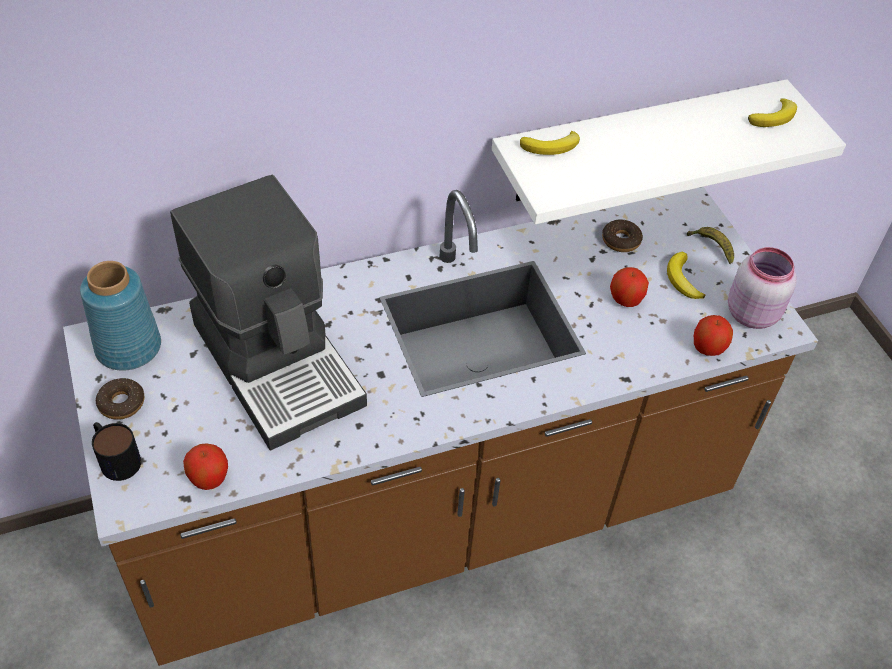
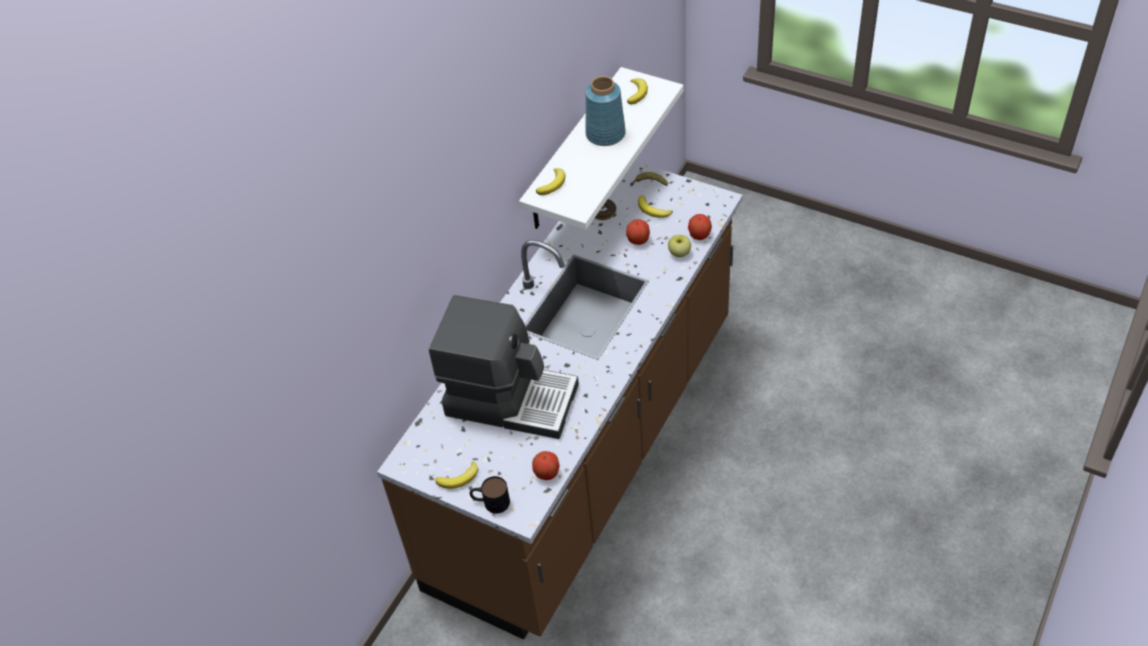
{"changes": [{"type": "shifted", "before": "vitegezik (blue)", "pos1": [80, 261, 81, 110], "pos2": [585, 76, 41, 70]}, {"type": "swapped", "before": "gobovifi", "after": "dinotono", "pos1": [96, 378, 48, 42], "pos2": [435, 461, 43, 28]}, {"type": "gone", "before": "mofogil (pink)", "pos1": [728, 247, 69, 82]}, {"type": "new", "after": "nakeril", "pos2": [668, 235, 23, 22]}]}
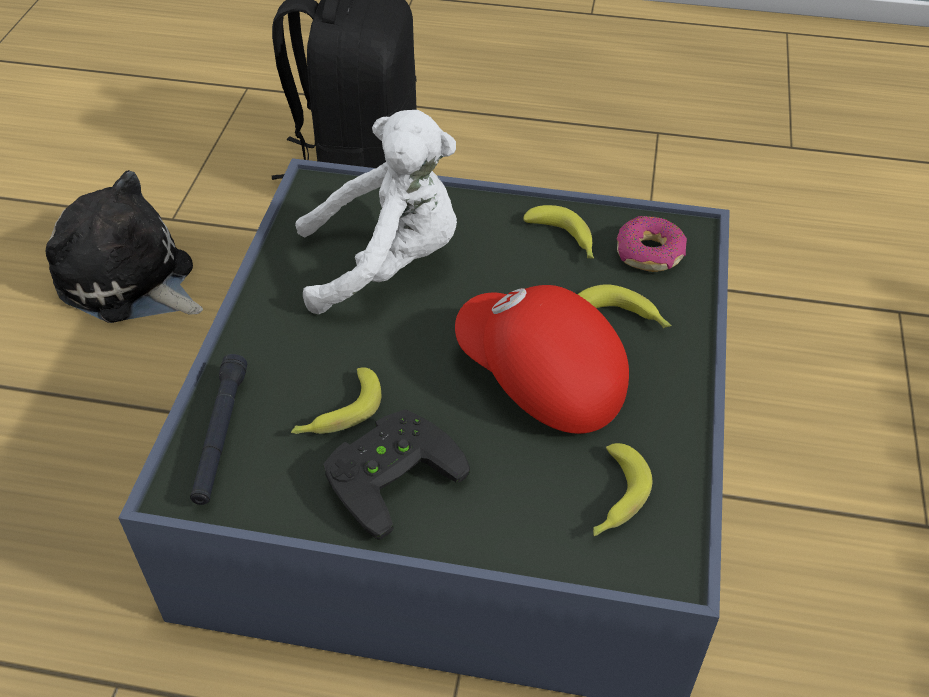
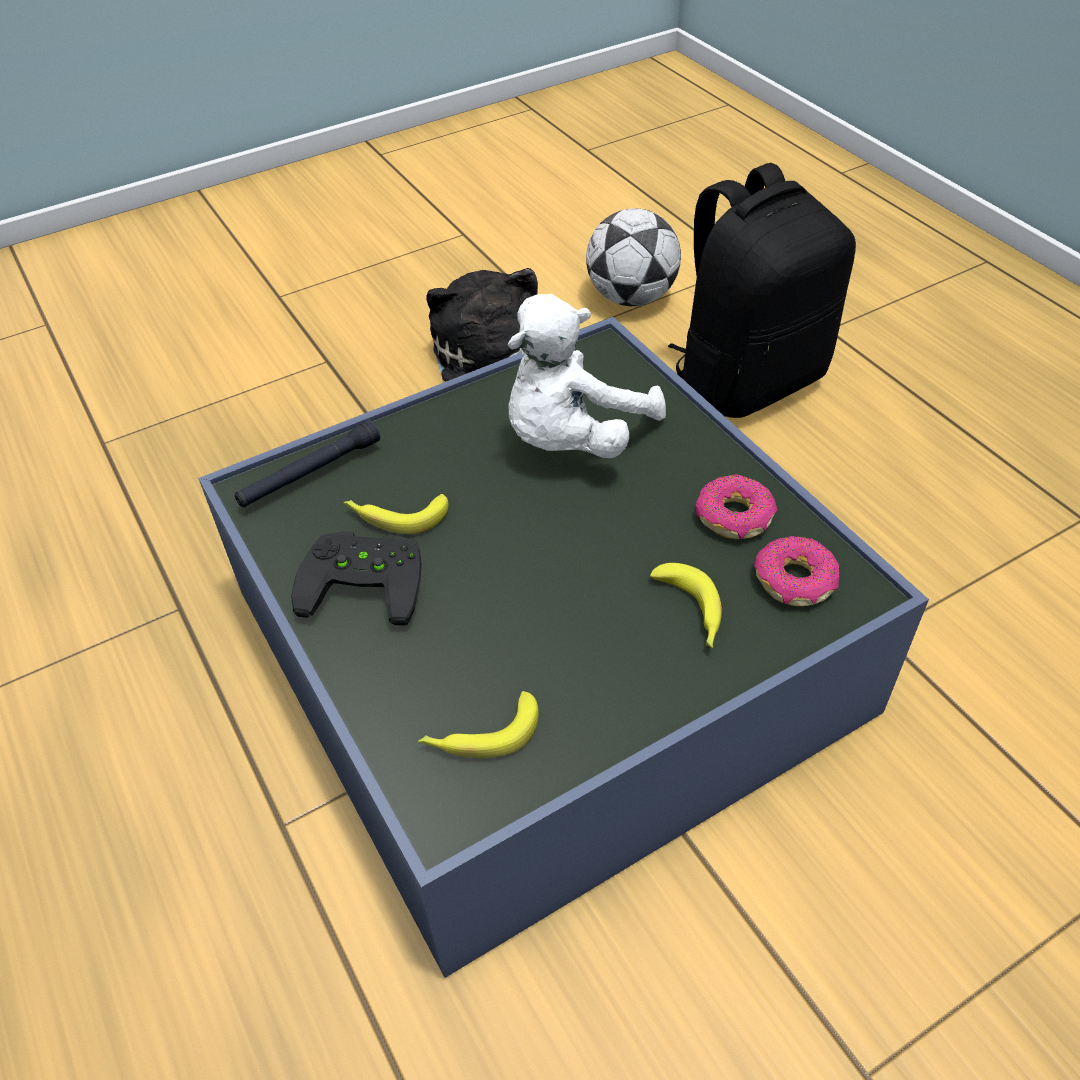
{"changes": [{"type": "rotated", "before": "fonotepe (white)", "pos1": [295, 110, 162, 204], "pos2": [507, 294, 159, 164], "turn": 90}, {"type": "gone", "before": "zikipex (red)", "pos1": [455, 285, 174, 149]}, {"type": "swapped", "before": "dinotono", "after": "gobovifi", "pos1": [523, 205, 71, 54], "pos2": [696, 474, 81, 65]}, {"type": "new", "after": "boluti", "pos2": [586, 208, 95, 98]}]}
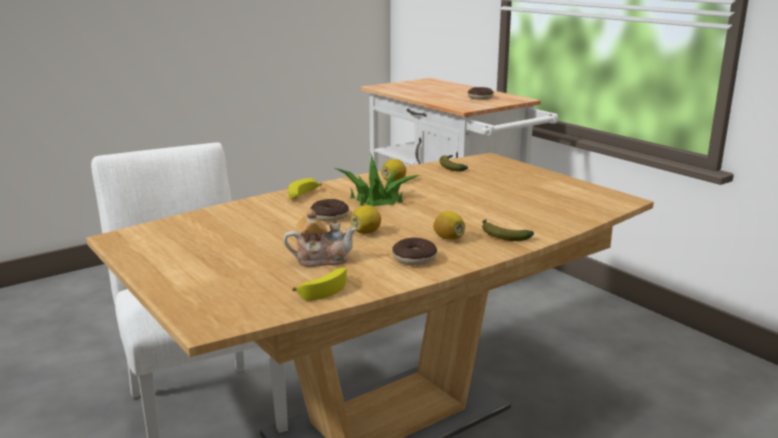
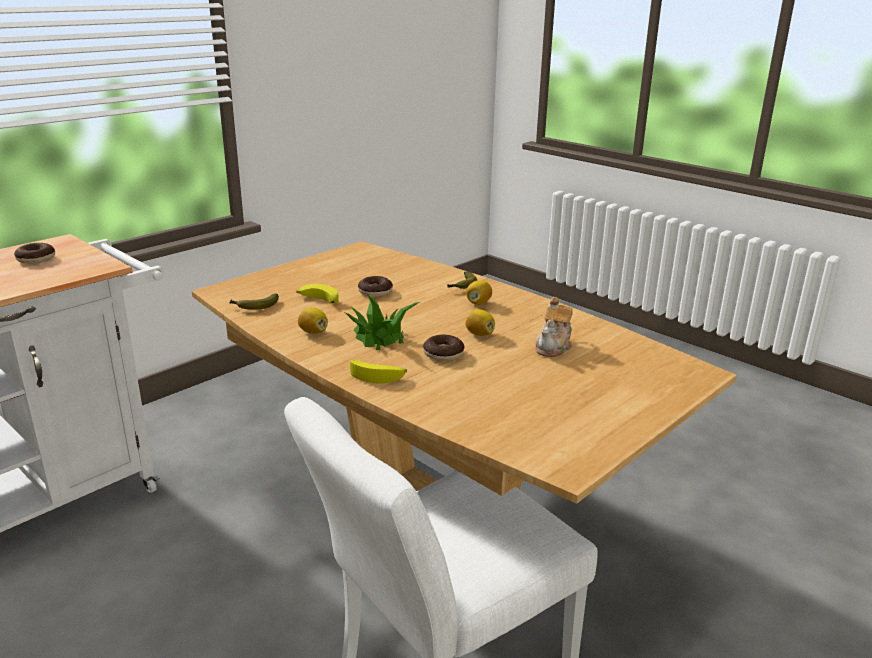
{"changes": [{"type": "rotated", "before": "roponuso", "pos1": [283, 209, 74, 58], "pos2": [535, 297, 38, 60], "turn": -135}, {"type": "shifted", "before": "dinotono", "pos1": [293, 268, 54, 33], "pos2": [296, 284, 43, 20]}, {"type": "shifted", "before": "gobovifi", "pos1": [392, 238, 45, 27], "pos2": [358, 276, 35, 21]}]}
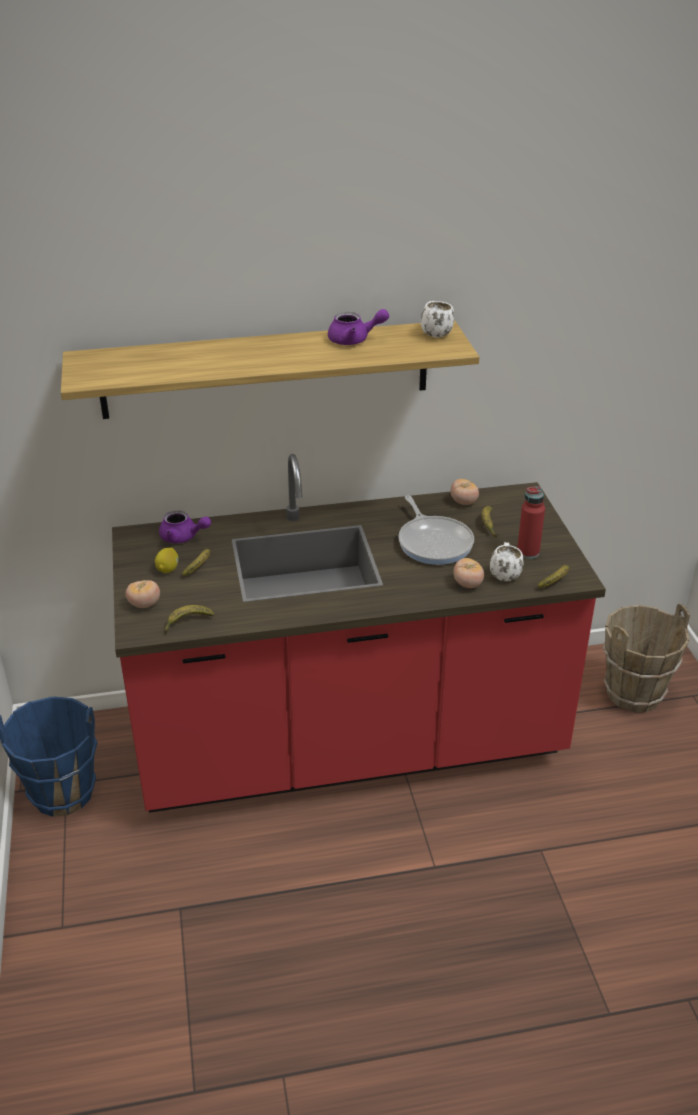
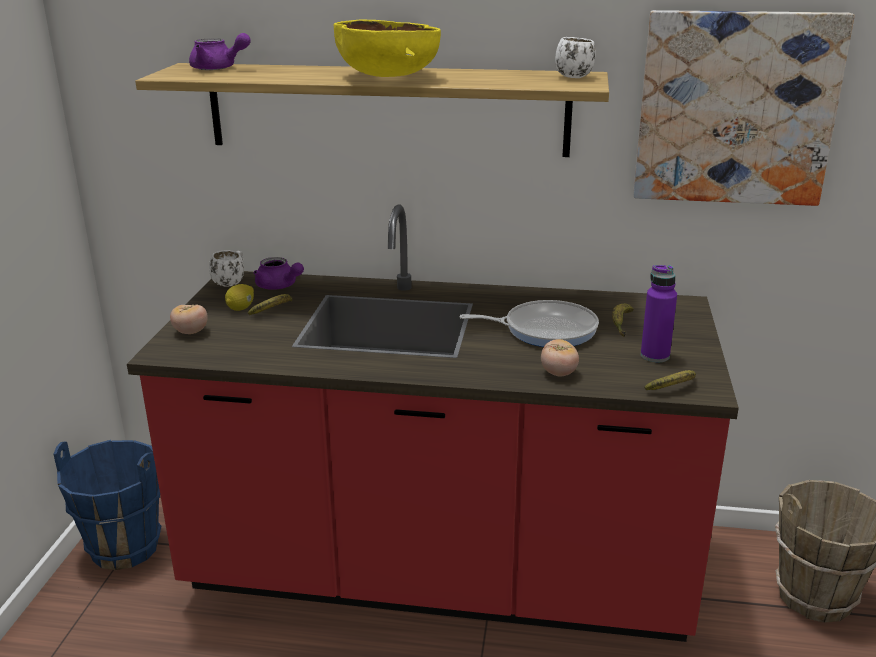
{"changes": [{"type": "gone", "before": "dinotono", "pos1": [164, 605, 50, 29]}, {"type": "shifted", "before": "roponuso (purple)", "pos1": [328, 309, 61, 36], "pos2": [189, 33, 62, 37]}, {"type": "rotated", "before": "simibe", "pos1": [398, 495, 76, 70], "pos2": [459, 300, 140, 47], "turn": -90}, {"type": "gone", "before": "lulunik", "pos1": [451, 479, 28, 26]}, {"type": "shifted", "before": "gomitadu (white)", "pos1": [490, 542, 34, 39], "pos2": [209, 250, 35, 37]}, {"type": "repainted", "before": "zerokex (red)", "after": "zerokex (purple)", "pos1": [517, 486, 28, 73], "pos2": [641, 265, 36, 98]}, {"type": "new", "after": "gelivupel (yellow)", "pos2": [334, 20, 107, 57]}, {"type": "new", "after": "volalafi", "pos2": [633, 10, 222, 196]}]}
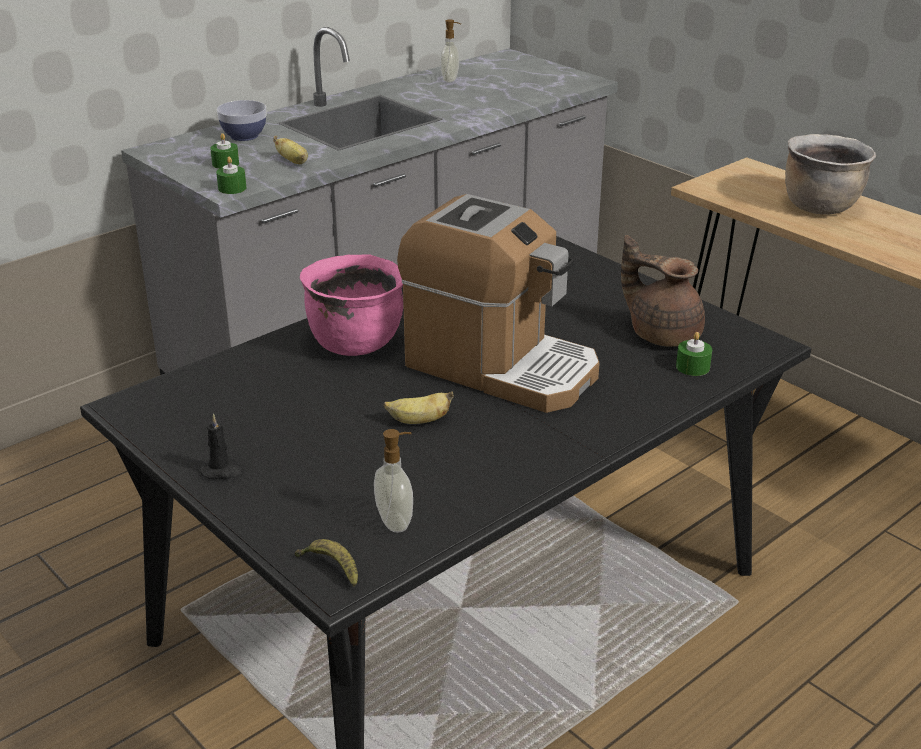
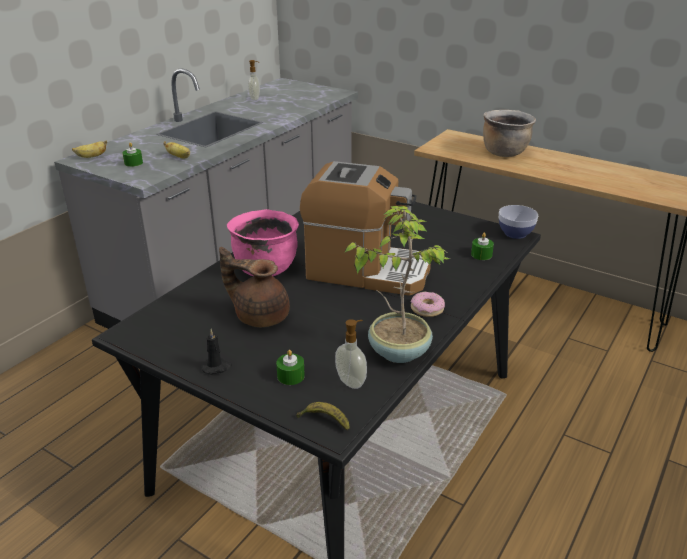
{"changes": [{"type": "shifted", "before": "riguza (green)", "pos1": [216, 157, 30, 37], "pos2": [276, 350, 29, 35]}, {"type": "shifted", "before": "gelivupel", "pos1": [217, 100, 49, 41], "pos2": [499, 205, 39, 34]}, {"type": "shifted", "before": "dinotono", "pos1": [384, 391, 70, 33], "pos2": [72, 140, 35, 18]}, {"type": "shifted", "before": "roponuso (brown)", "pos1": [621, 235, 84, 112], "pos2": [219, 247, 71, 80]}, {"type": "new", "after": "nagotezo", "pos2": [344, 206, 105, 157]}, {"type": "new", "after": "gobovifi", "pos2": [411, 292, 34, 25]}]}
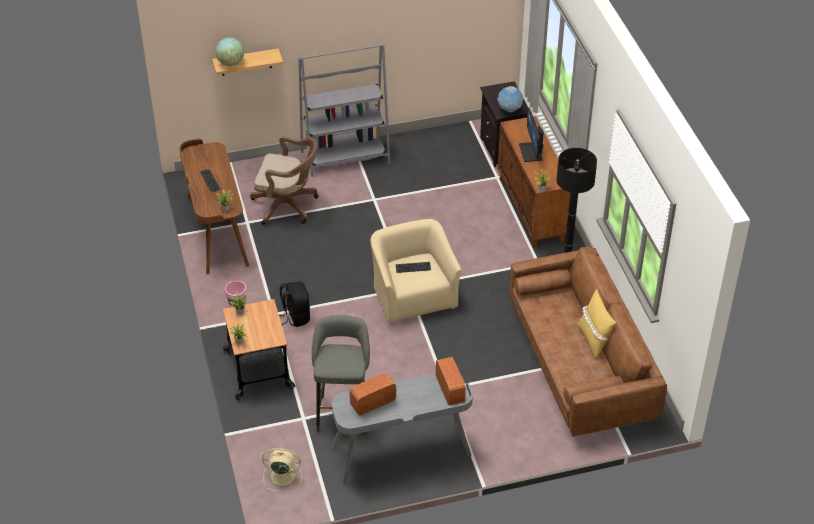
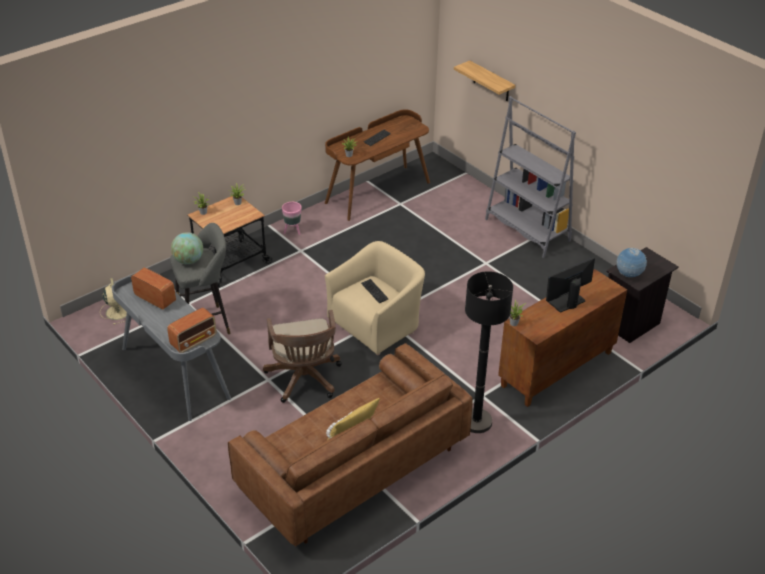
{"changes": [{"type": "shifted", "before": "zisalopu", "pos1": [216, 38, 28, 28], "pos2": [171, 232, 32, 32]}, {"type": "shifted", "before": "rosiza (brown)", "pos1": [250, 136, 68, 89], "pos2": [263, 310, 79, 93]}, {"type": "gone", "before": "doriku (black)", "pos1": [279, 282, 31, 45]}]}
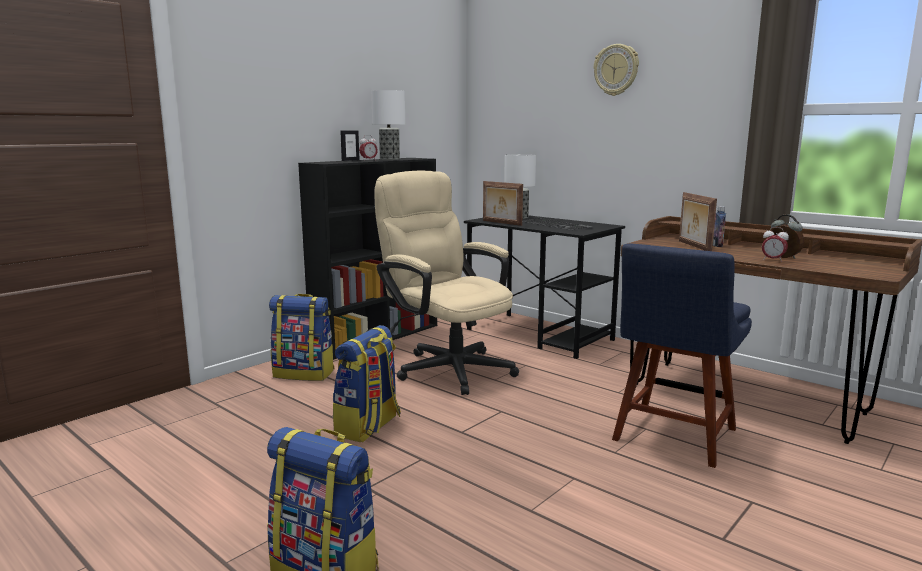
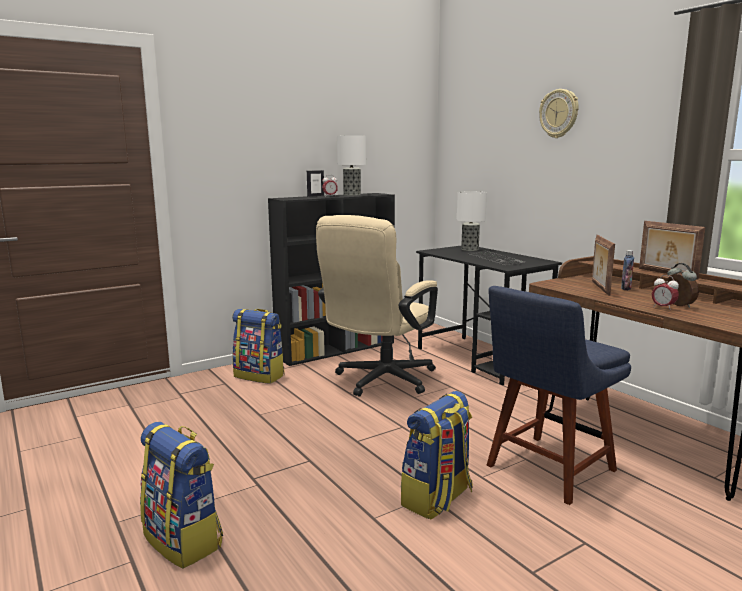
{"changes": [{"type": "shifted", "before": "doriku", "pos1": [333, 325, 68, 117], "pos2": [401, 391, 72, 129]}, {"type": "rotated", "before": "rosiza (beige)", "pos1": [374, 171, 145, 224], "pos2": [316, 215, 122, 182], "turn": -120}, {"type": "shifted", "before": "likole", "pos1": [483, 181, 40, 45], "pos2": [639, 221, 67, 58]}]}
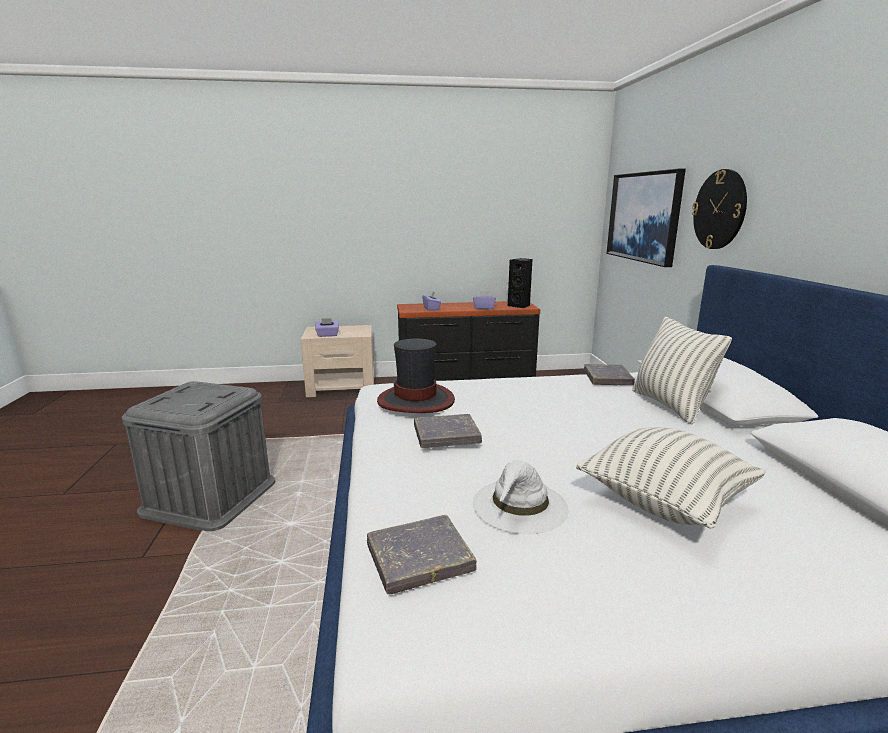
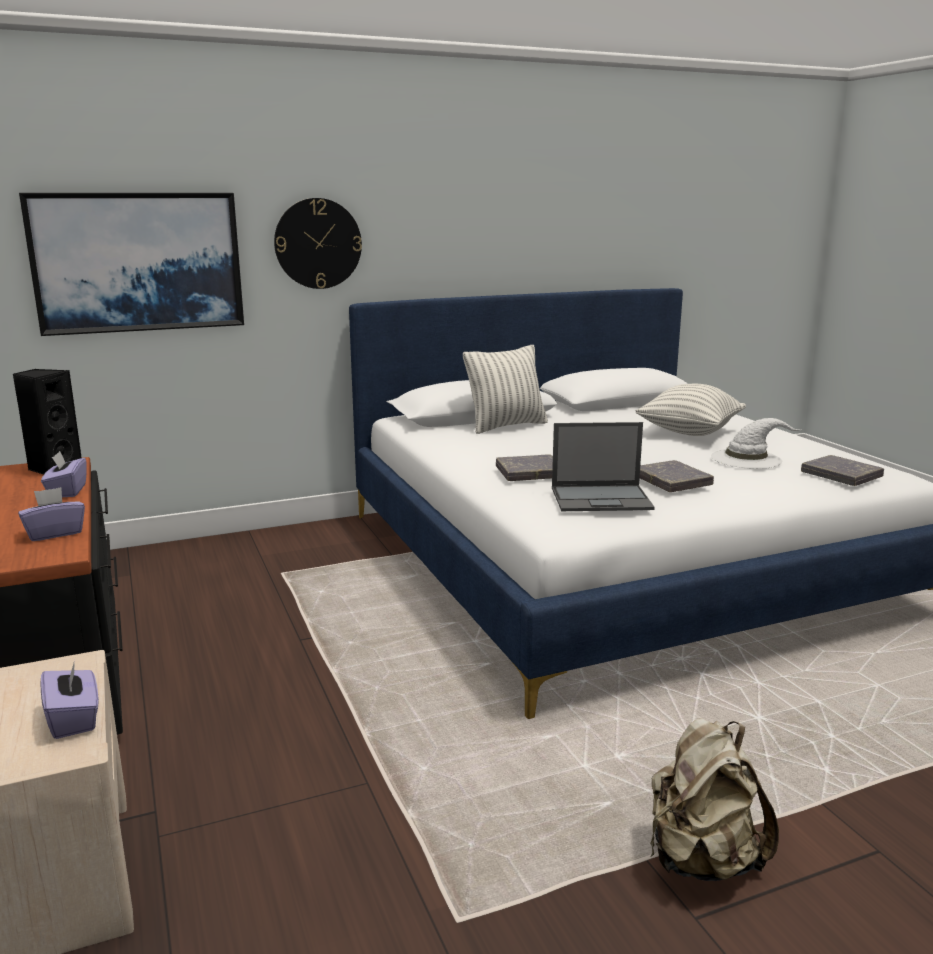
{"changes": [{"type": "swapped", "before": "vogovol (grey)", "after": "doriku (beige)", "pos1": [122, 381, 153, 150], "pos2": [650, 718, 129, 163]}, {"type": "swapped", "before": "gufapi", "after": "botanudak", "pos1": [377, 339, 78, 74], "pos2": [552, 422, 103, 89]}, {"type": "shifted", "before": "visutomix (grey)", "pos1": [584, 364, 51, 21], "pos2": [496, 454, 57, 27]}]}
